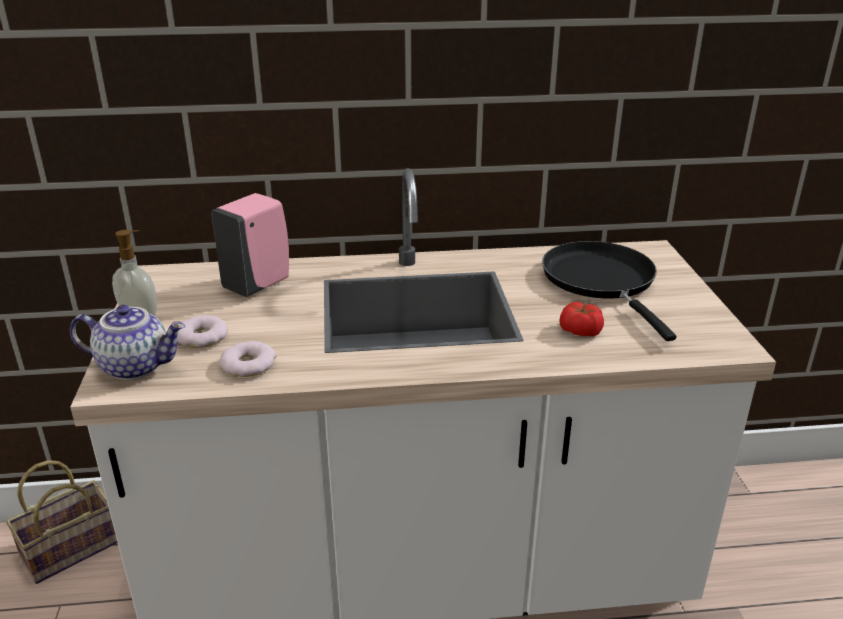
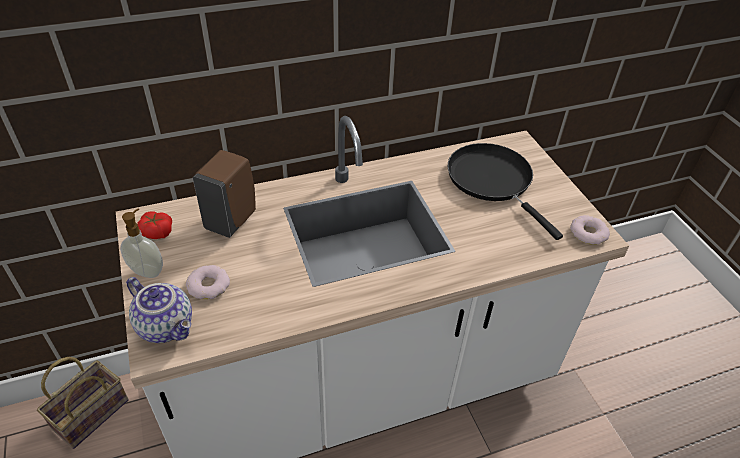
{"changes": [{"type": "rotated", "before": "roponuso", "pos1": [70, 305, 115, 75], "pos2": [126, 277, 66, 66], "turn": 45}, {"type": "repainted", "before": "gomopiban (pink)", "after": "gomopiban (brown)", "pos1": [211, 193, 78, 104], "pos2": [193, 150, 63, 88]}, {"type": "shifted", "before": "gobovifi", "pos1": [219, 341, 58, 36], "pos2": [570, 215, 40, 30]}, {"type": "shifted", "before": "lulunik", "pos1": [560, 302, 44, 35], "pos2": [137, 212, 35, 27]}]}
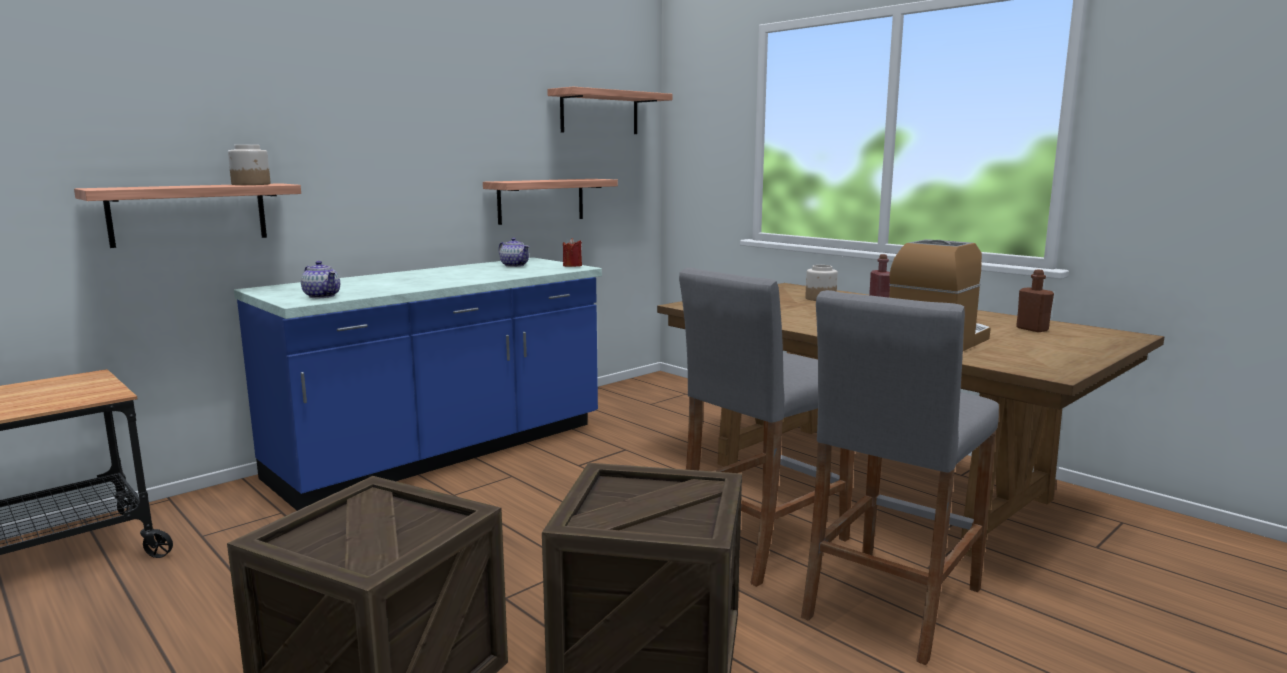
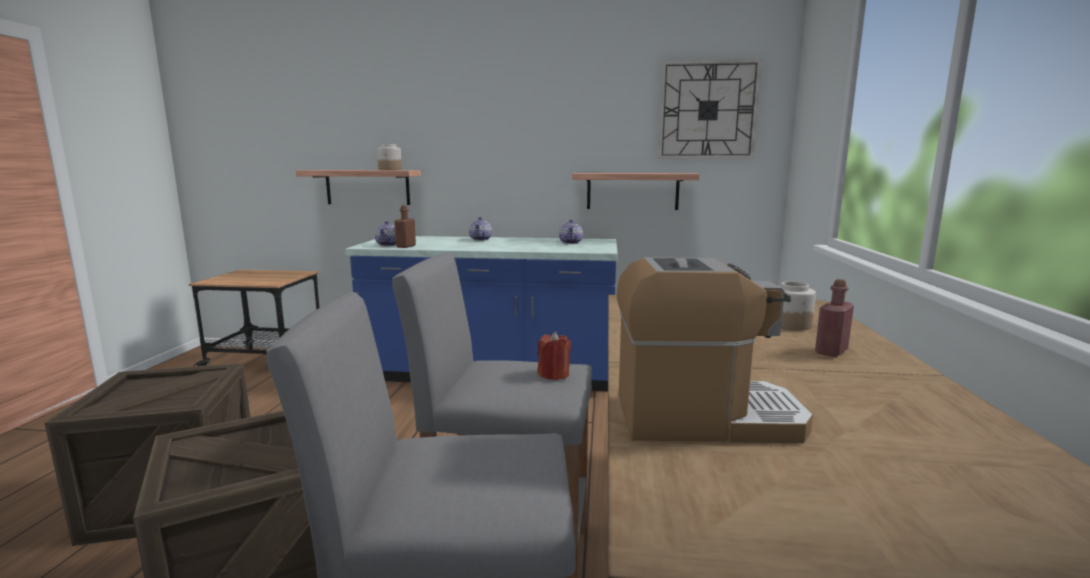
{"changes": [{"type": "swapped", "before": "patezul", "after": "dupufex", "pos1": [547, 87, 125, 47], "pos2": [658, 59, 104, 100]}, {"type": "shifted", "before": "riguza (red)", "pos1": [563, 238, 19, 29], "pos2": [538, 332, 33, 48]}, {"type": "shifted", "before": "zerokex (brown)", "pos1": [1016, 270, 38, 62], "pos2": [394, 205, 22, 43]}, {"type": "new", "after": "roponuso", "pos2": [469, 217, 23, 24]}]}
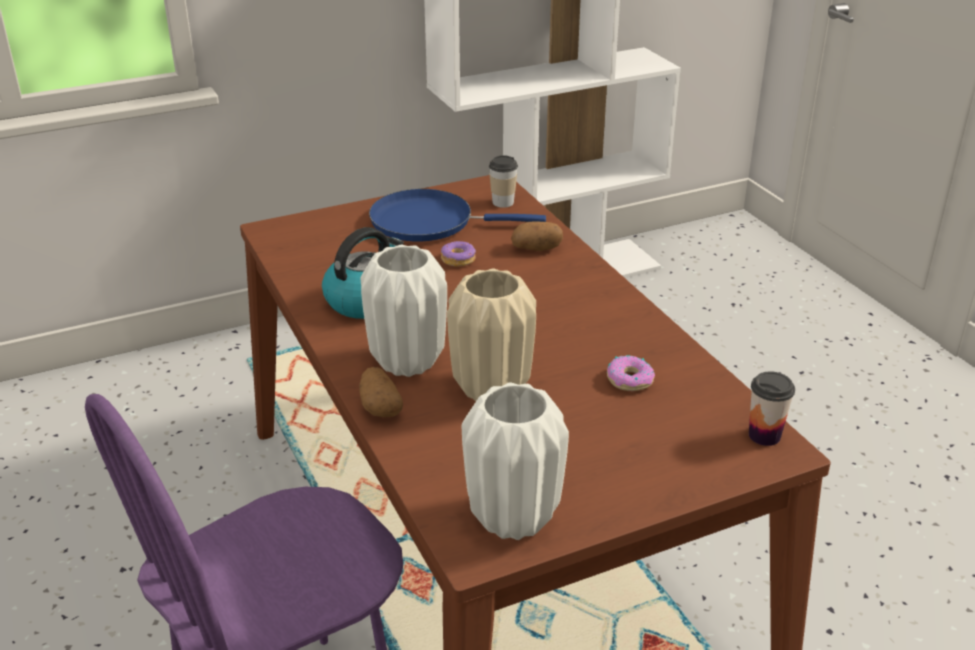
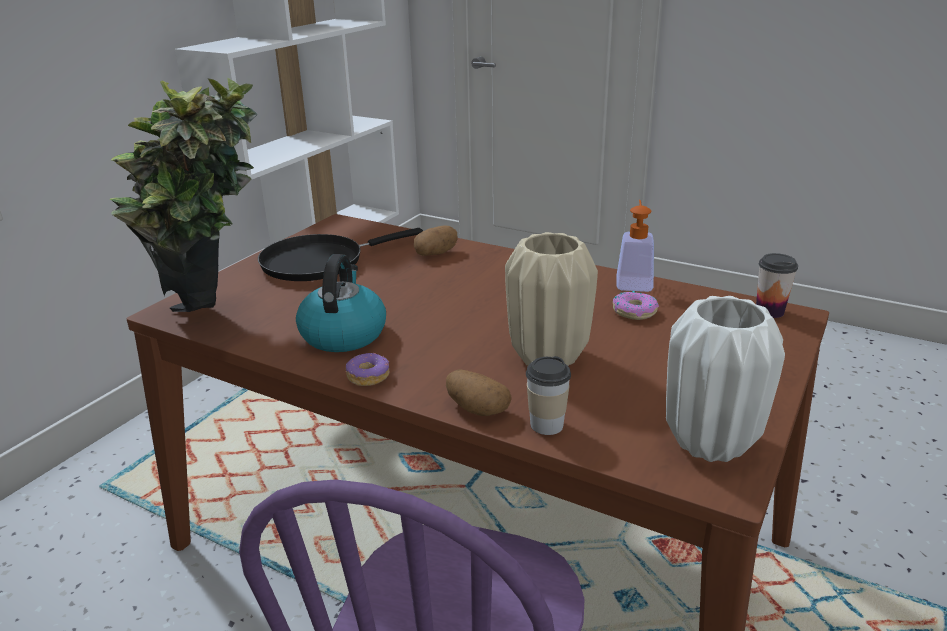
{"changes": [{"type": "gone", "before": "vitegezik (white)", "pos1": [361, 245, 86, 132]}, {"type": "repainted", "before": "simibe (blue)", "after": "simibe (black)", "pos1": [369, 189, 177, 52], "pos2": [258, 228, 165, 53]}, {"type": "shifted", "before": "gobovifi", "pos1": [441, 241, 35, 26], "pos2": [346, 353, 44, 33]}, {"type": "shifted", "before": "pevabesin", "pos1": [489, 155, 29, 53], "pos2": [526, 356, 45, 79]}, {"type": "new", "after": "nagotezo", "pos2": [110, 78, 147, 234]}, {"type": "new", "after": "gomopiban", "pos2": [616, 200, 38, 92]}]}
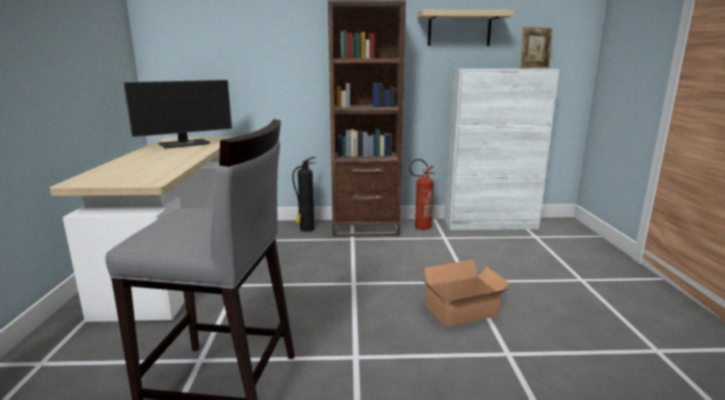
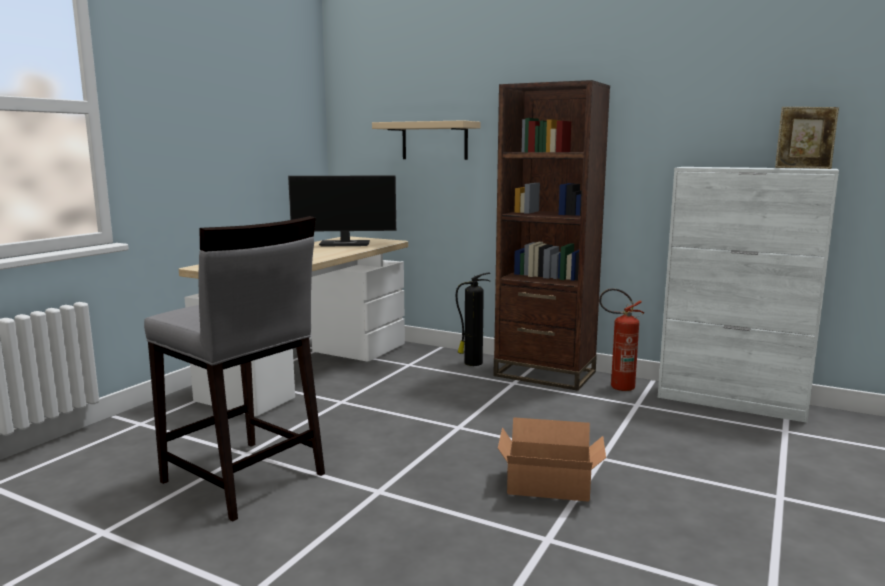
{"changes": [{"type": "shifted", "before": "patezul (beige)", "pos1": [417, 10, 97, 36], "pos2": [372, 120, 108, 40]}]}
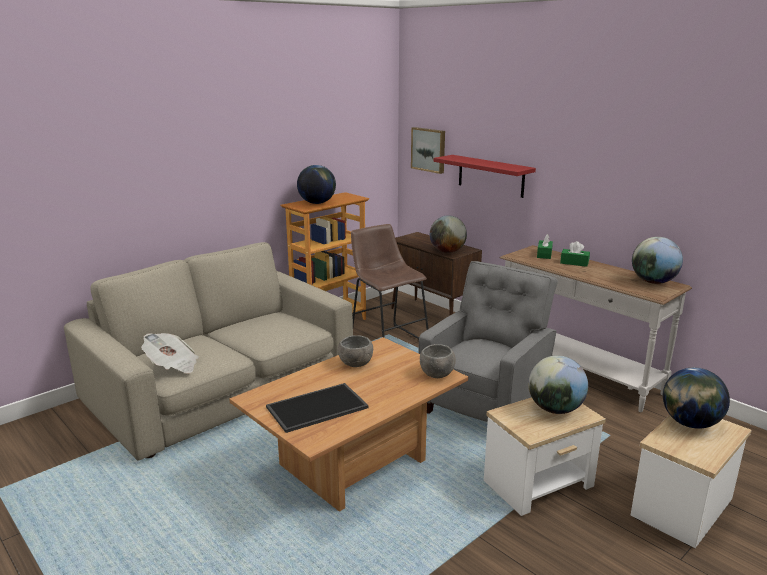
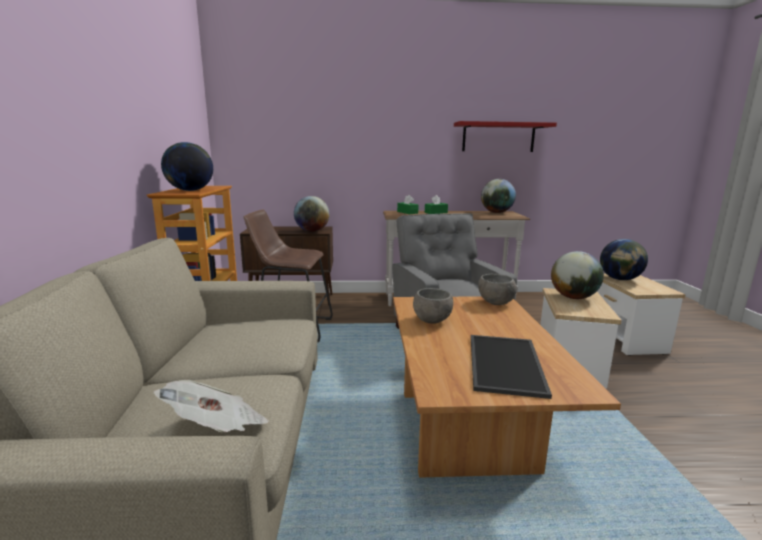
{"changes": [{"type": "gone", "before": "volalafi", "pos1": [411, 127, 34, 47]}, {"type": "shifted", "before": "patezul (red)", "pos1": [434, 155, 102, 43], "pos2": [454, 121, 103, 31]}]}
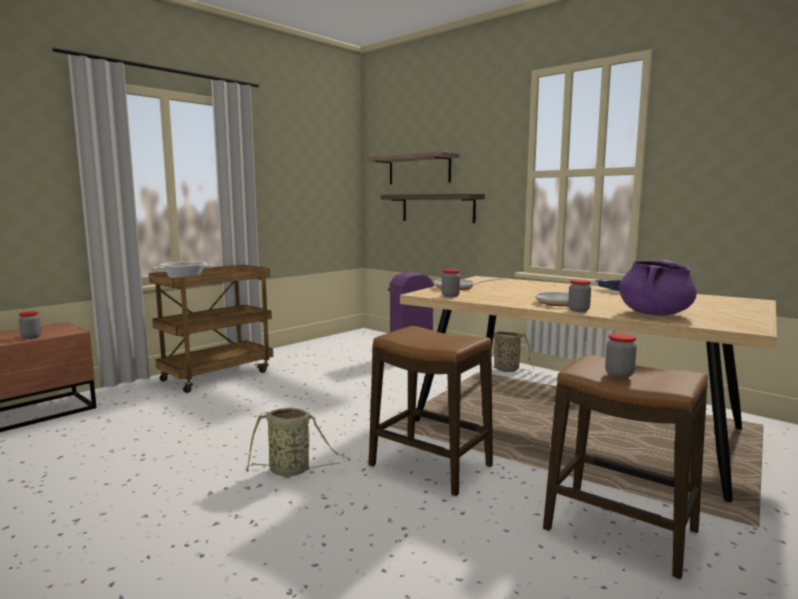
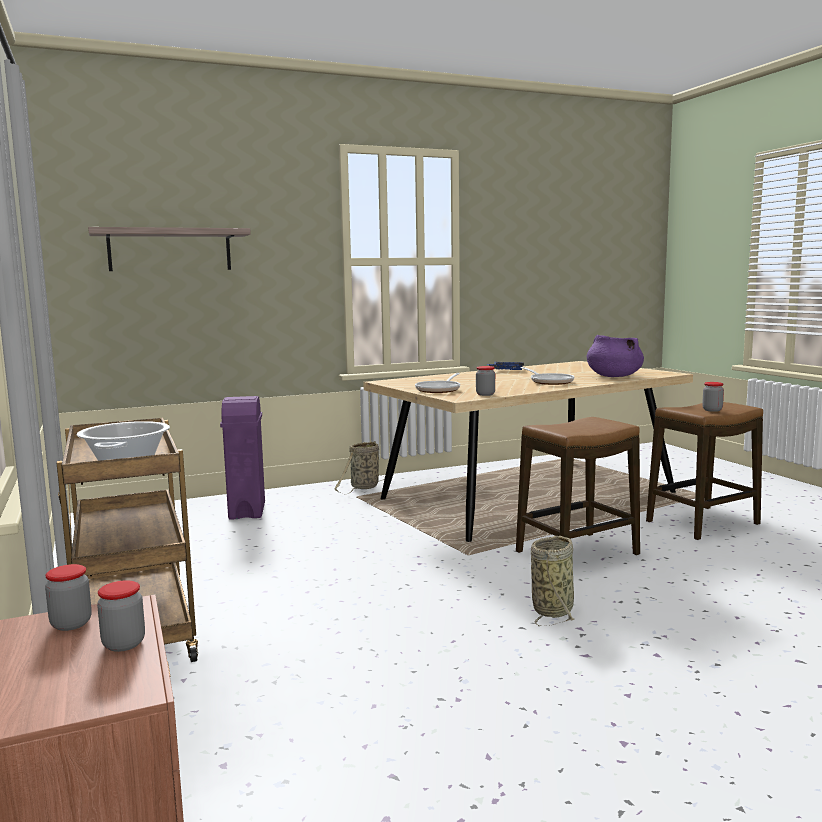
{"changes": [{"type": "gone", "before": "patezul", "pos1": [381, 194, 104, 29]}, {"type": "shifted", "before": "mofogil", "pos1": [568, 279, 23, 33], "pos2": [45, 564, 47, 67]}]}
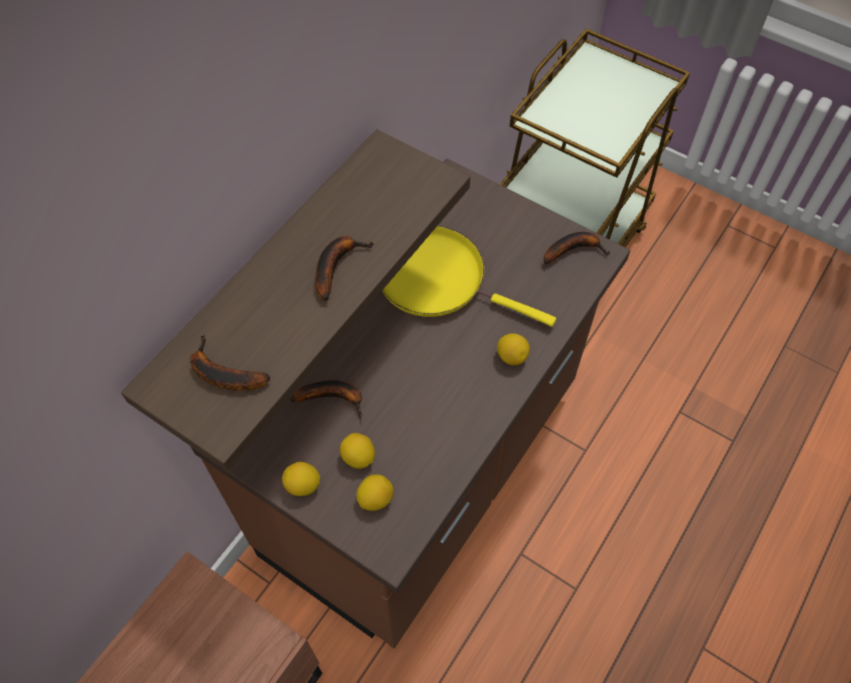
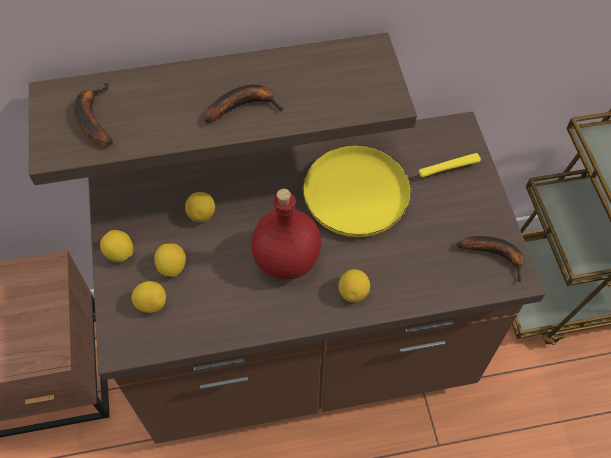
{"changes": [{"type": "swapped", "before": "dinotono", "after": "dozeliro", "pos1": [290, 380, 73, 39], "pos2": [185, 192, 30, 30]}, {"type": "rotated", "before": "simibe (yellow)", "pos1": [382, 226, 174, 101], "pos2": [303, 145, 178, 92], "turn": -90}, {"type": "new", "after": "zerokex (red)", "pos2": [251, 189, 70, 90]}]}
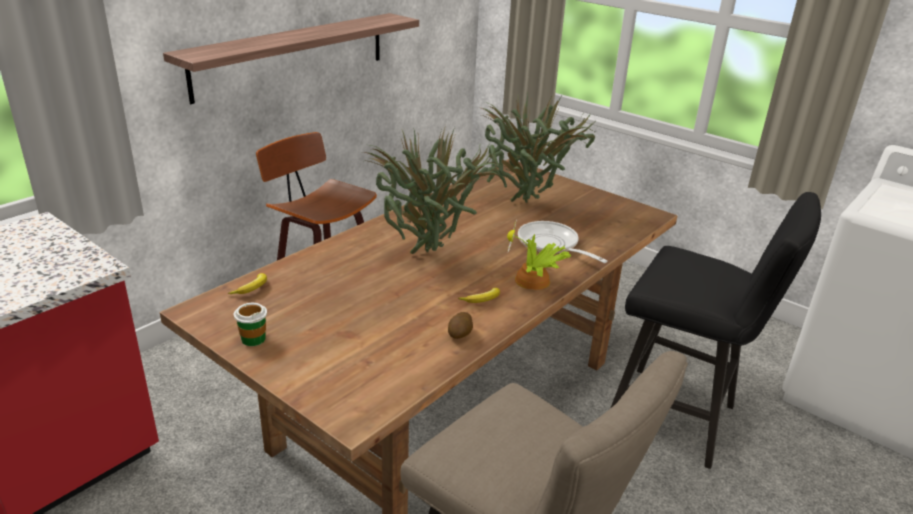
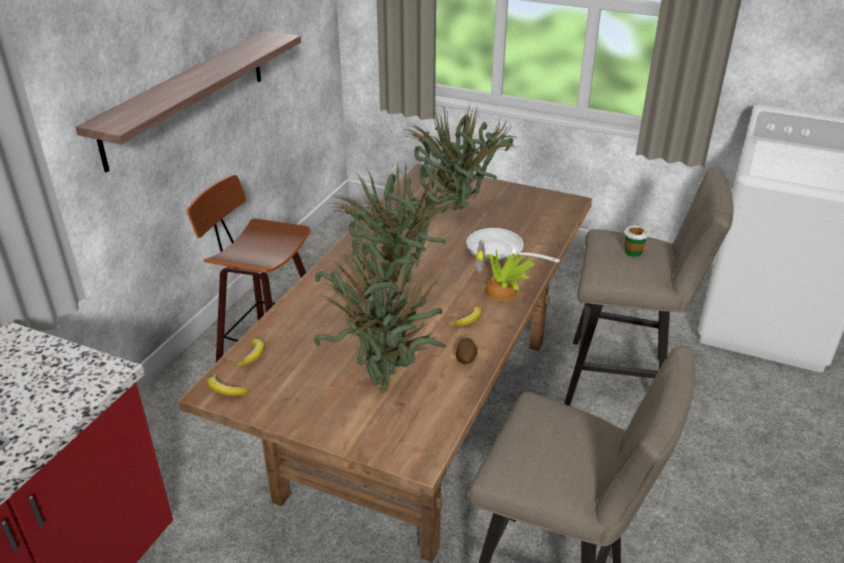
{"changes": [{"type": "shifted", "before": "pevabesin", "pos1": [234, 303, 33, 43], "pos2": [625, 226, 24, 31]}, {"type": "repainted", "before": "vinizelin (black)", "after": "vinizelin (beige)", "pos1": [611, 192, 210, 277], "pos2": [564, 167, 170, 239]}, {"type": "new", "after": "dinotono", "pos2": [207, 374, 42, 22]}, {"type": "new", "after": "nagotezo", "pos2": [314, 243, 132, 150]}]}
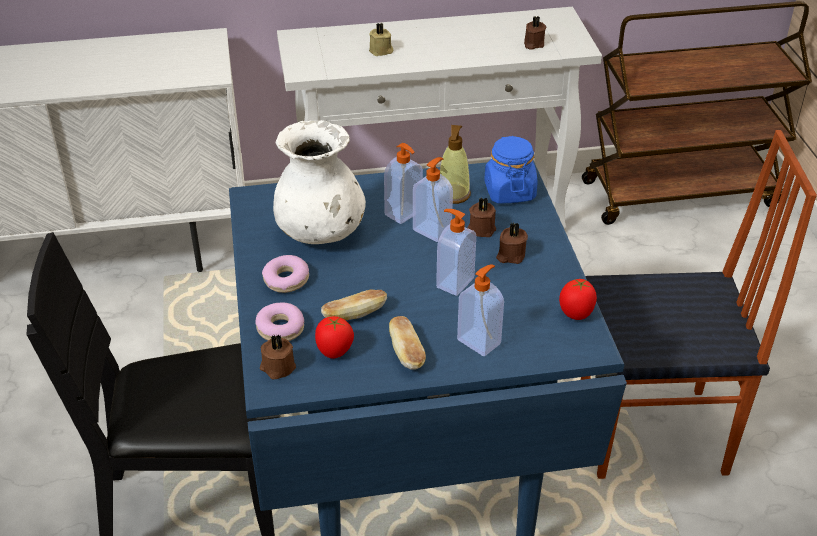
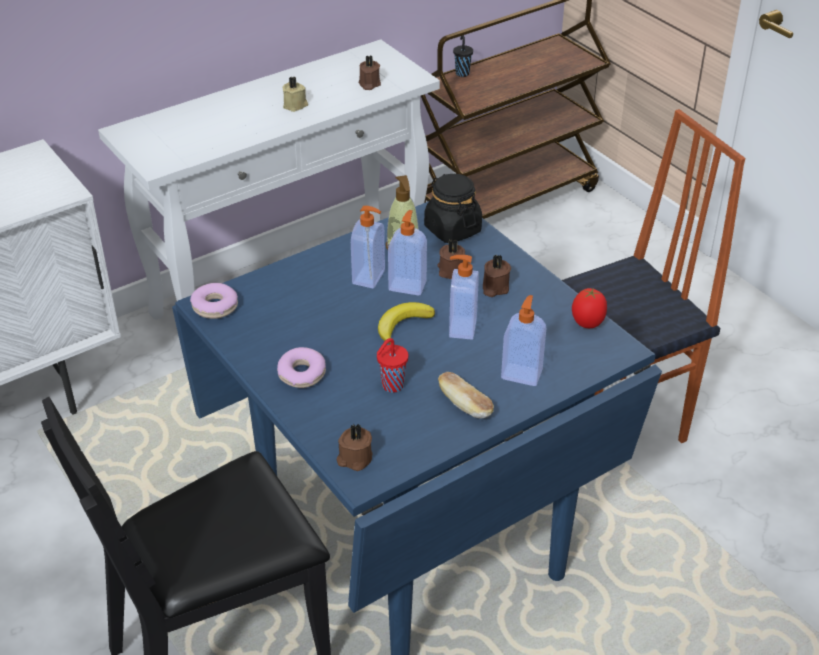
{"changes": [{"type": "shifted", "before": "gobovifi", "pos1": [255, 303, 49, 38], "pos2": [190, 283, 48, 36]}, {"type": "gone", "before": "vitegezik (white)", "pos1": [273, 120, 93, 124]}, {"type": "gone", "before": "lulunik", "pos1": [315, 316, 39, 43]}, {"type": "swapped", "before": "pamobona", "after": "pevabesin (red)", "pos1": [321, 289, 66, 31], "pos2": [376, 338, 32, 55]}, {"type": "shifted", "before": "riguza (beige)", "pos1": [369, 23, 24, 33], "pos2": [282, 76, 26, 36]}, {"type": "repainted", "before": "mofogil (blue)", "after": "mofogil (black)", "pos1": [484, 136, 53, 68], "pos2": [424, 174, 58, 69]}, {"type": "new", "after": "dinotono", "pos2": [378, 302, 57, 42]}, {"type": "new", "after": "pevabesin (black)", "pos2": [453, 35, 20, 42]}]}
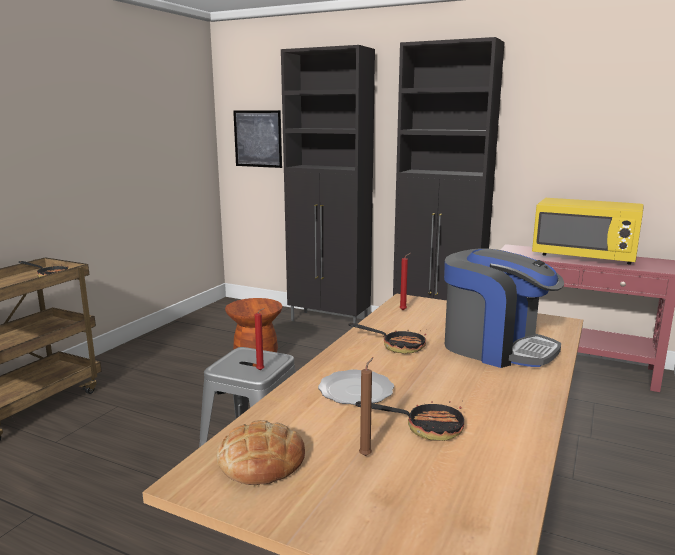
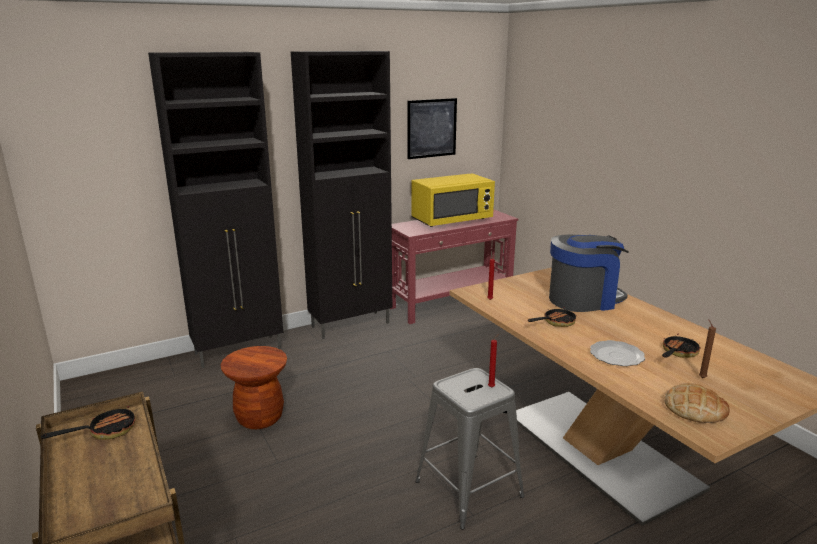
{"changes": [{"type": "shifted", "before": "volalafi", "pos1": [233, 110, 49, 58], "pos2": [407, 98, 50, 61]}]}
